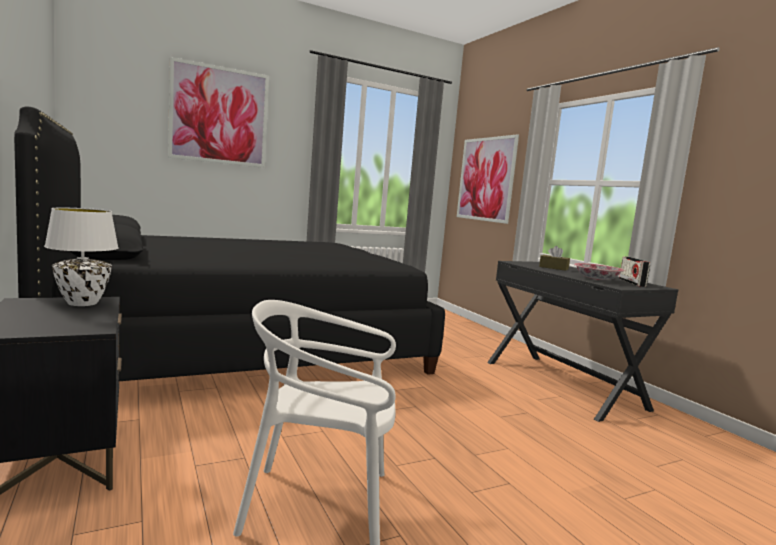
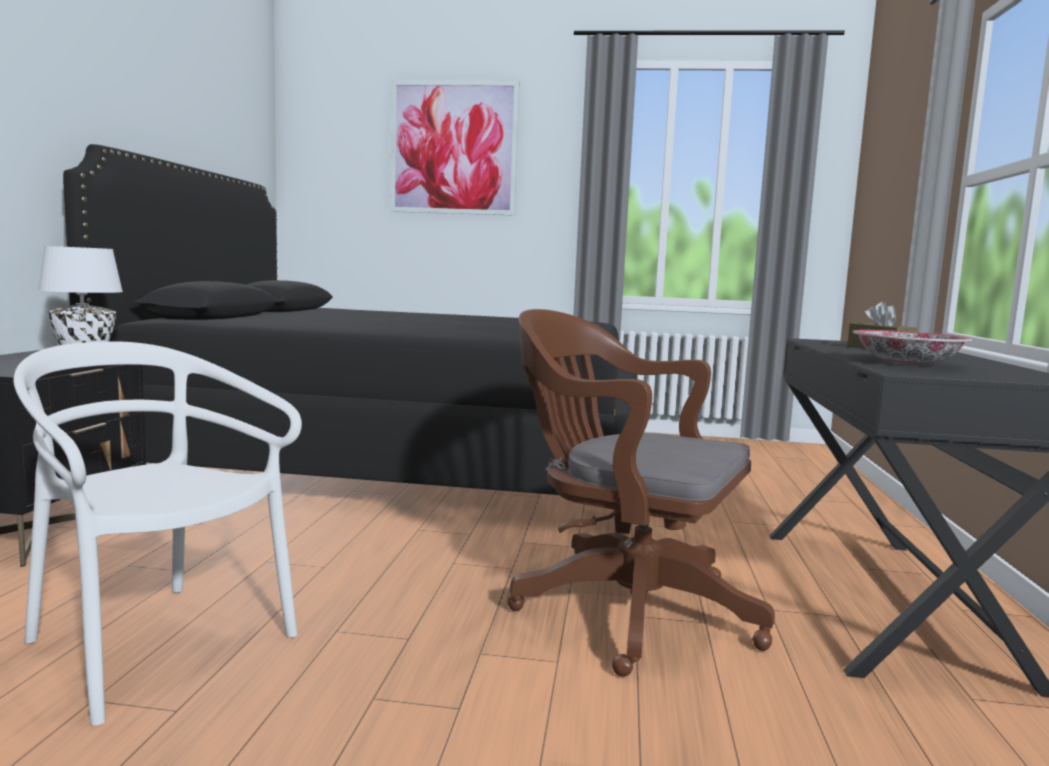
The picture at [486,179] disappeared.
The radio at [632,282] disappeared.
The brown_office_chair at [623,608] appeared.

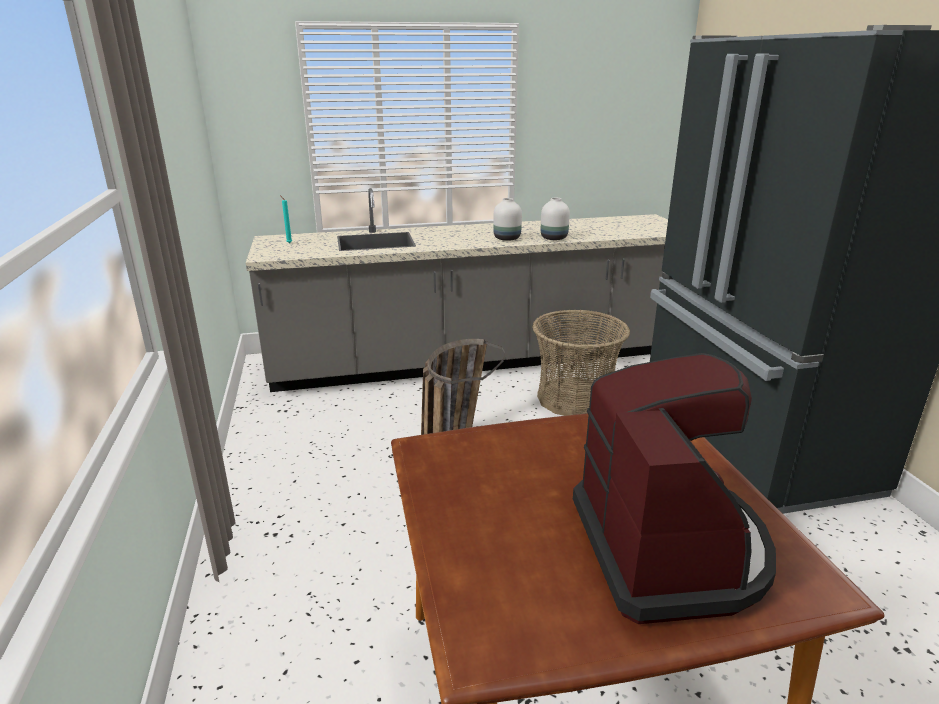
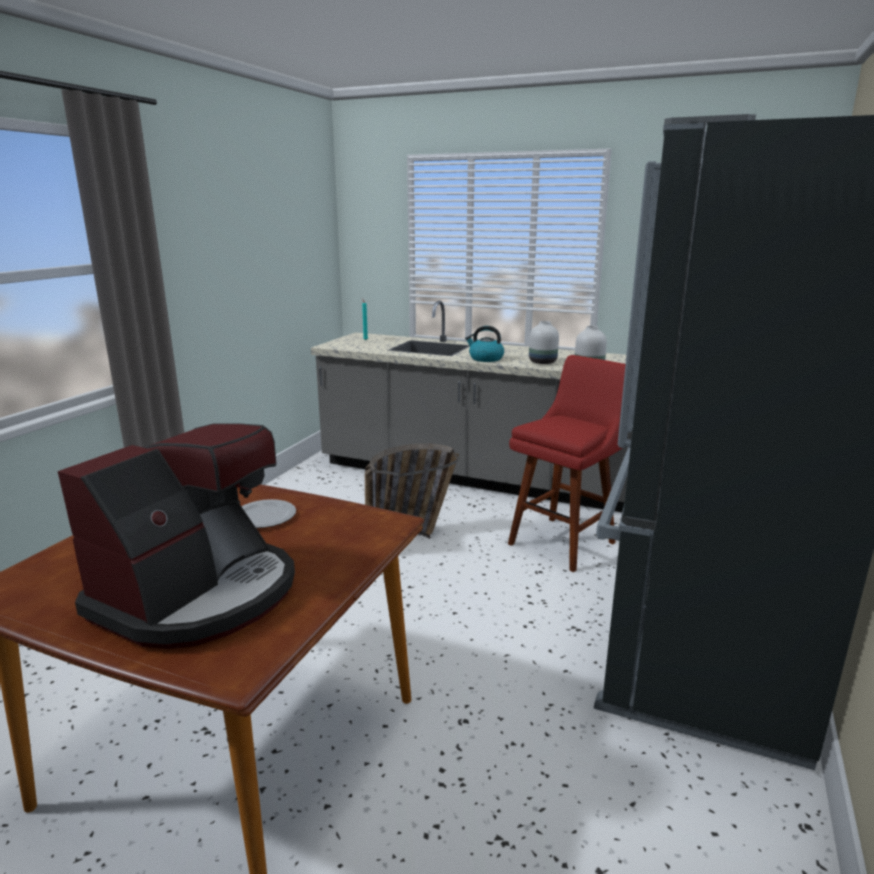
The plate at [265,517] appeared.
The kettle at [485,359] appeared.
The basket at [575,398] was replaced by the red_stool at [565,541].

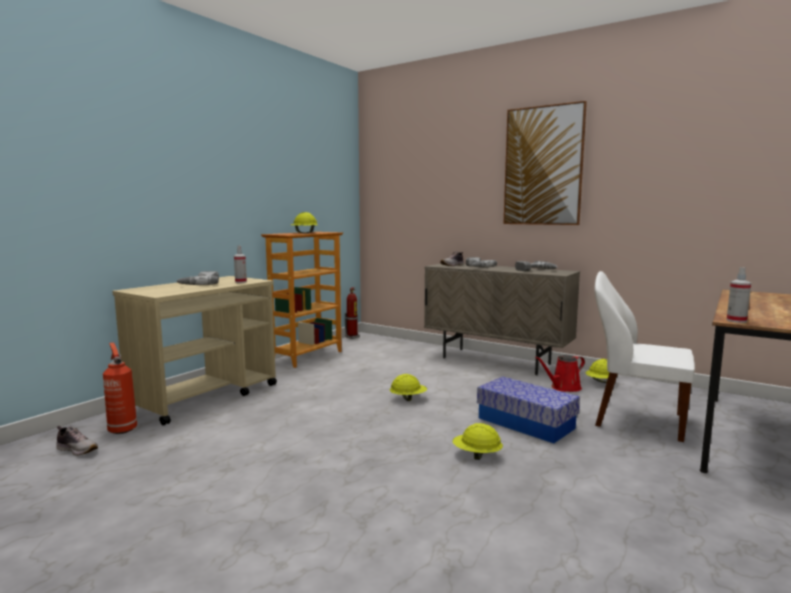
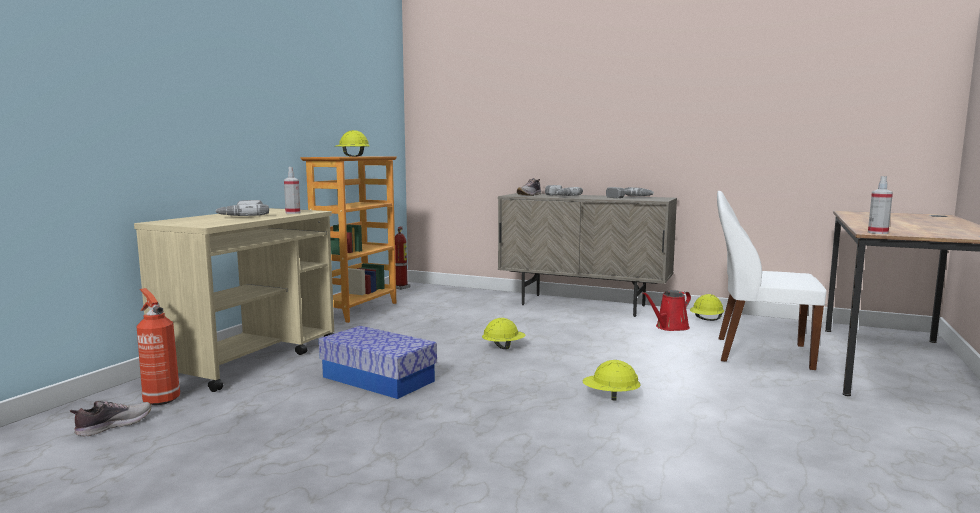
The picture at [543,166] disappeared.
The storage_box moved from [526,423] to [378,379].
The shoe at [77,450] turned 60 degrees counterclockwise.

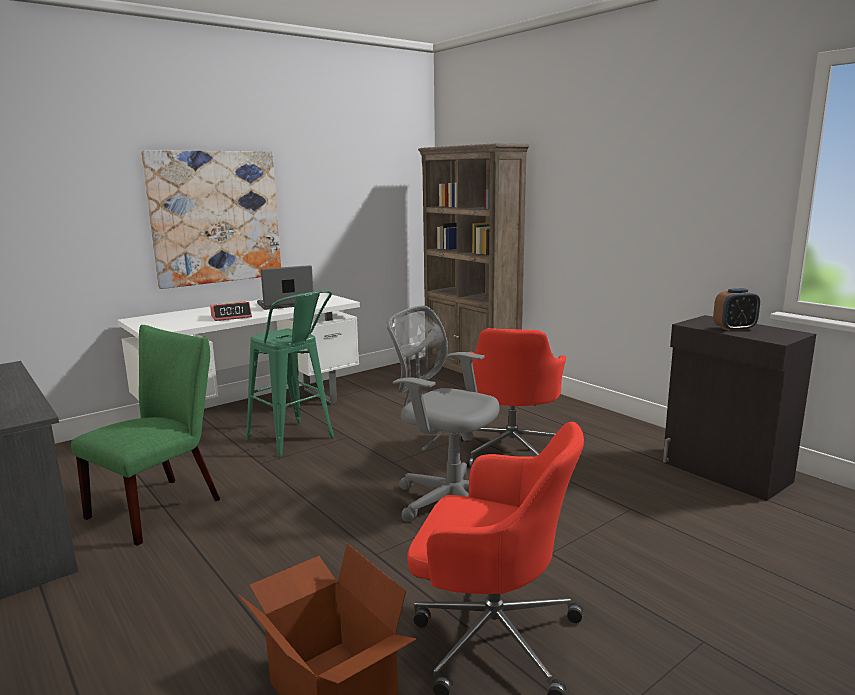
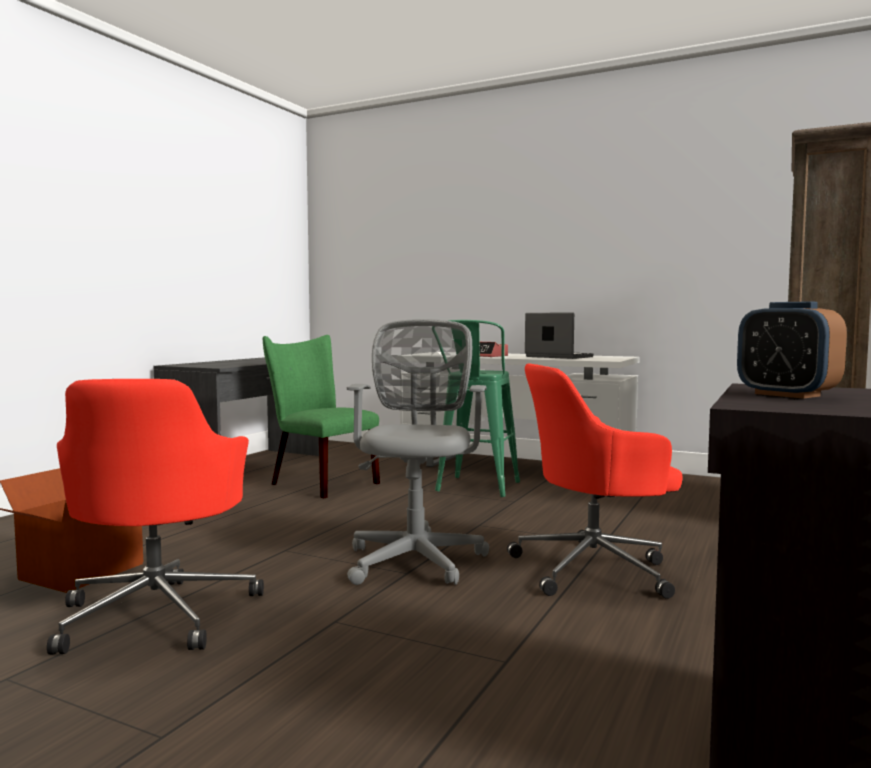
The picture at [216,217] disappeared.
The green_chair at [162,505] turned 150 degrees counterclockwise.

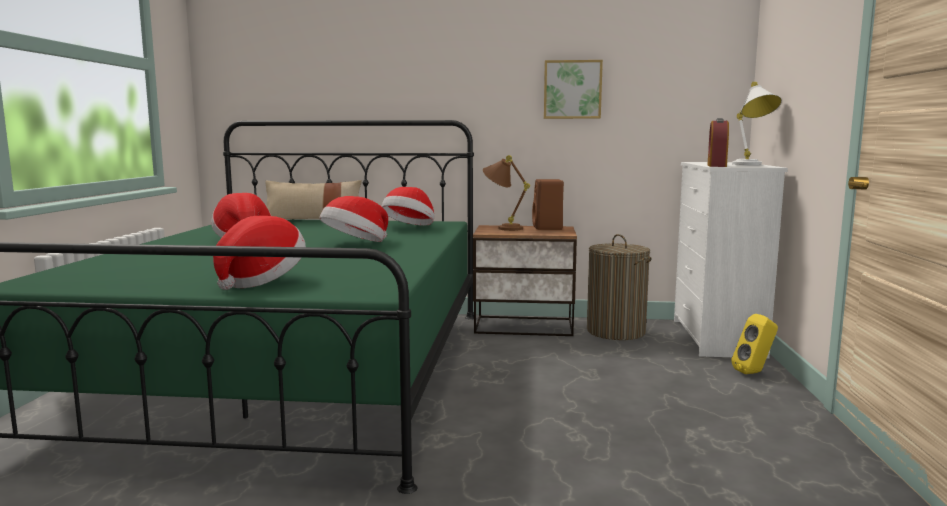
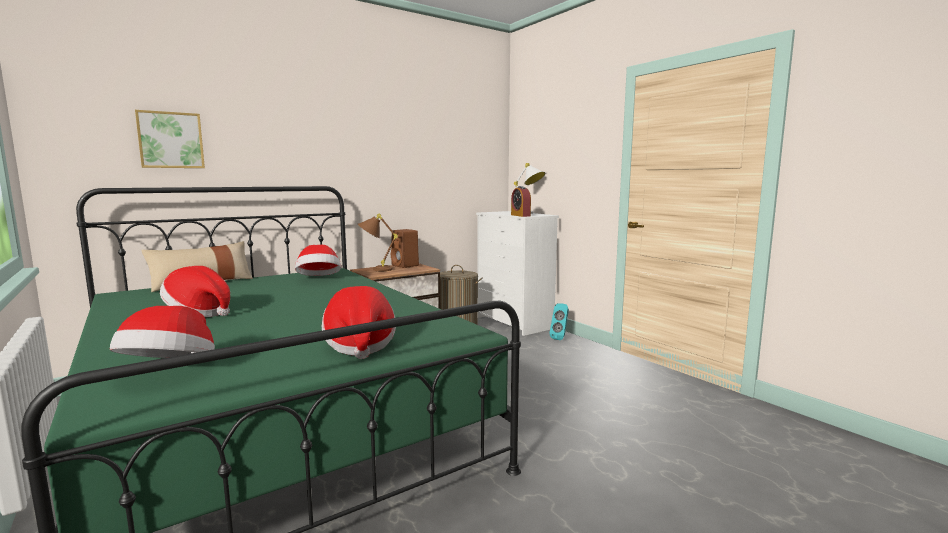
The hat moved from [355,244] to [171,371].
The picture moved from [572,89] to [170,140].
The yellow_speaker at [754,372] became the turquoise_speaker at [560,338].

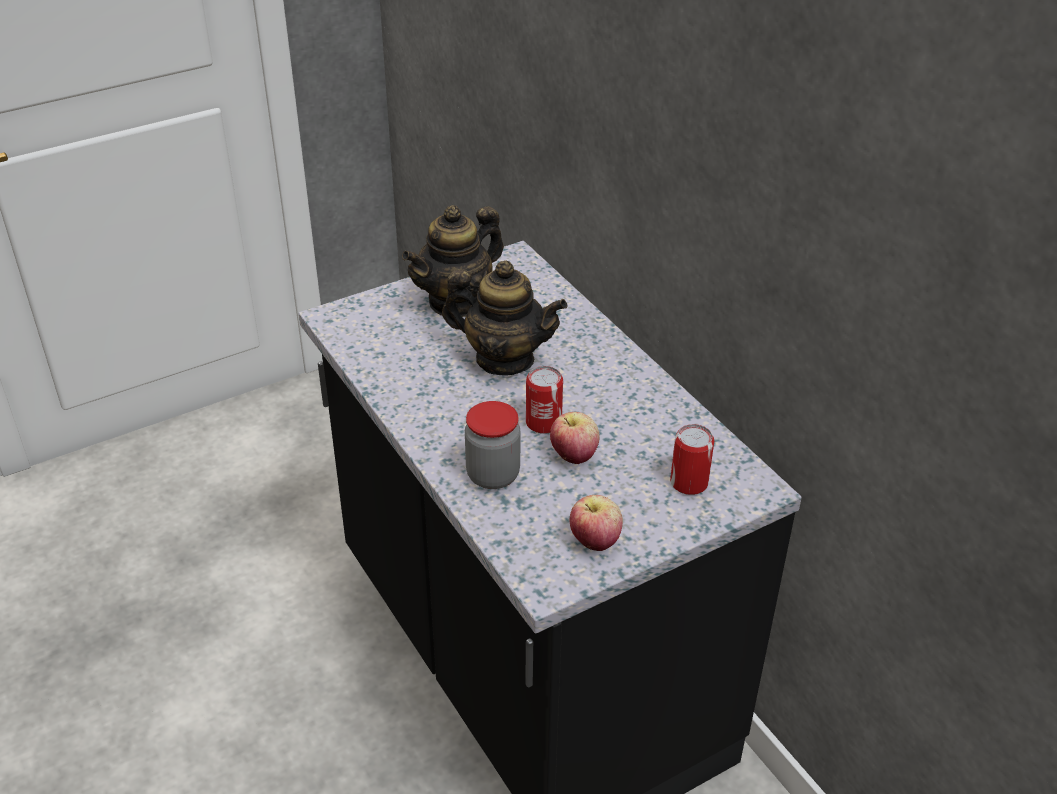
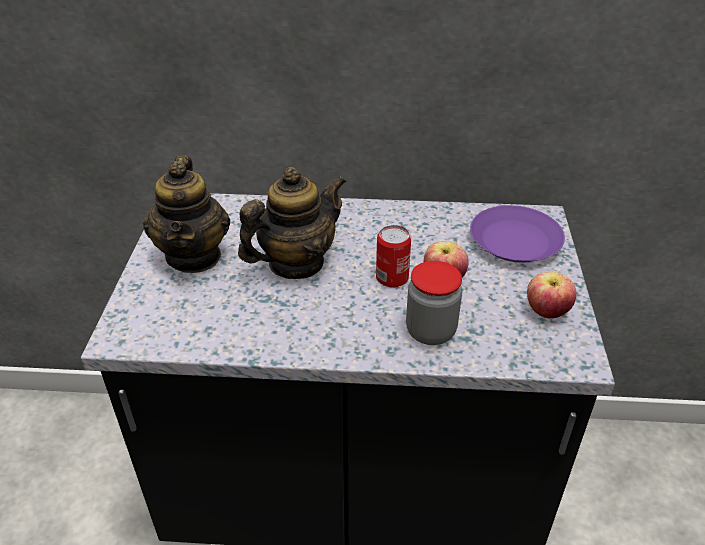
The can at [689,483] was replaced by the purple_plate at [516,242].

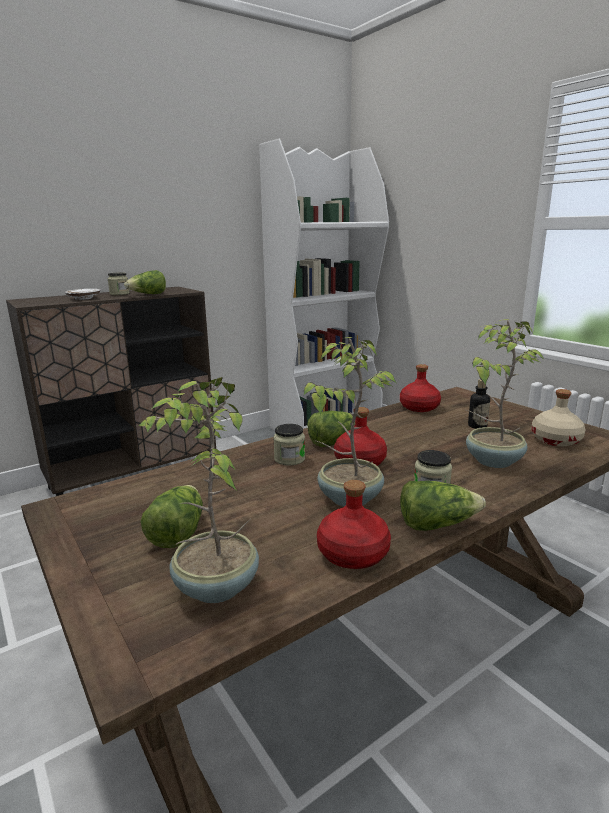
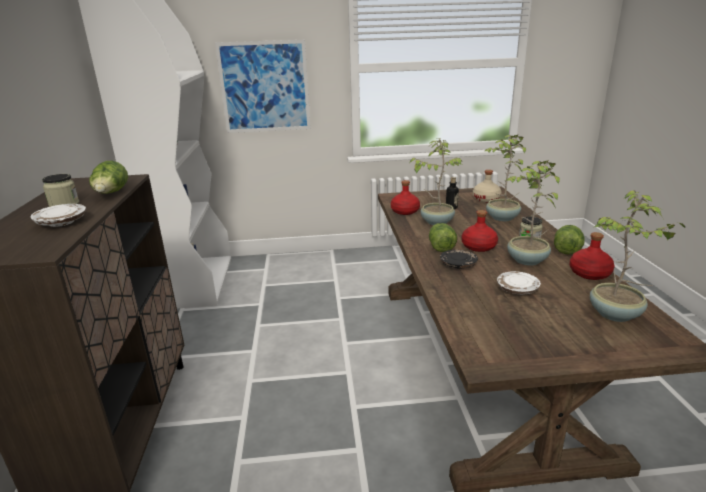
The lettuce at [177,532] disappeared.
The picture at [265,87] appeared.
The potted_plant at [436,222] appeared.
The white_plate at [517,289] appeared.
The jar at [289,459] was replaced by the black_plate at [458,264].

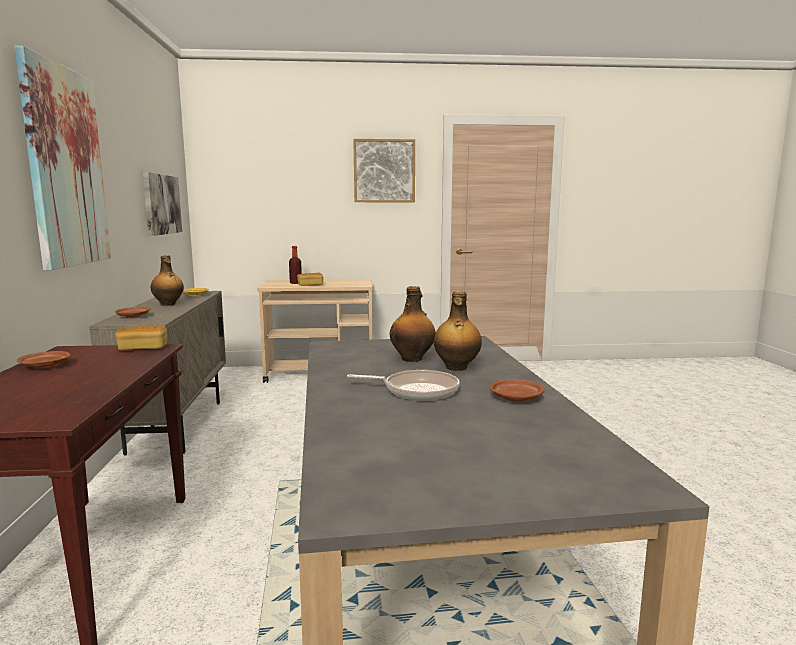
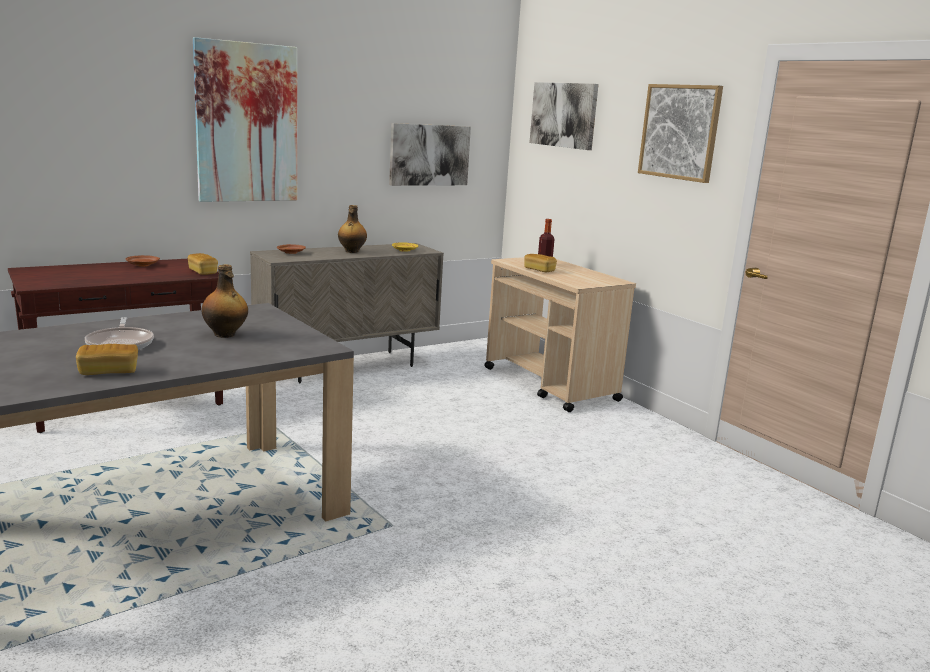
The bottle at [456,368] disappeared.
The picture at [564,115] appeared.
The brown_plate at [516,398] was replaced by the bread at [108,372].

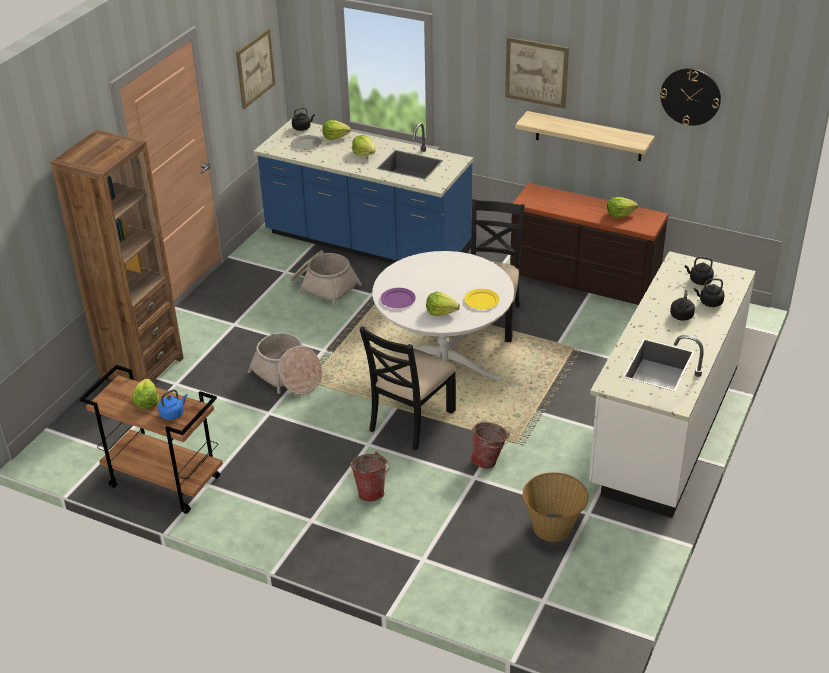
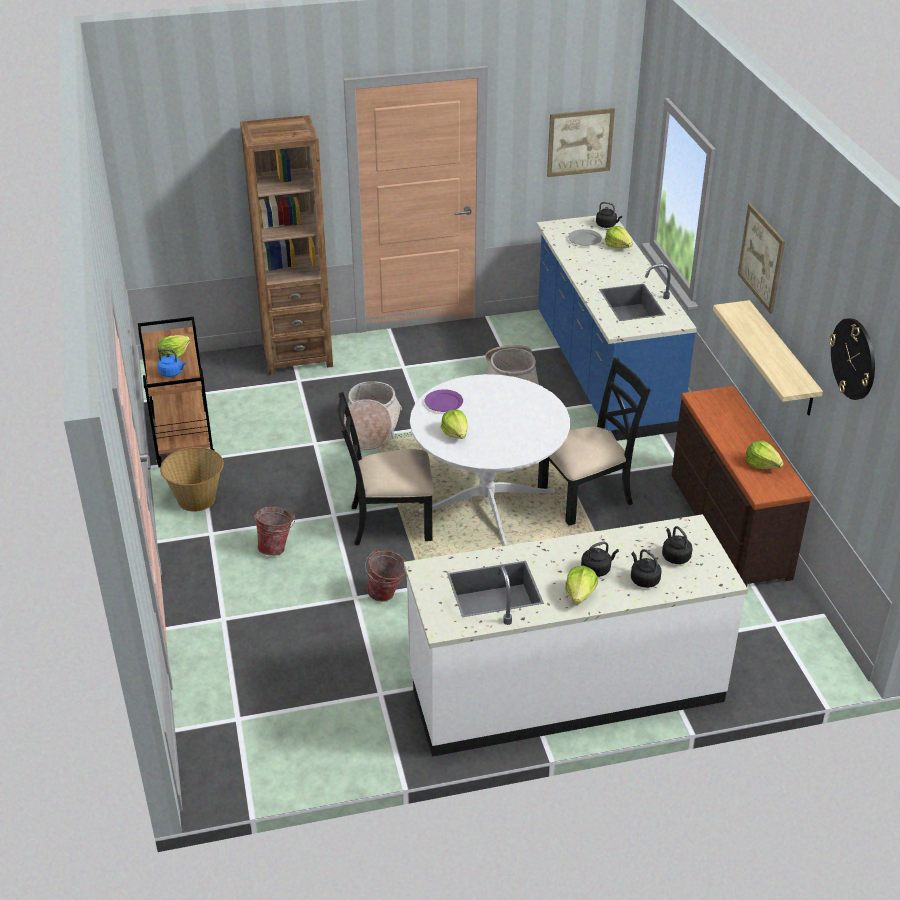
The yellow_plate at [481,301] disappeared.
The lettuce moved from [364,153] to [580,594].
The basket moved from [553,527] to [197,500].

